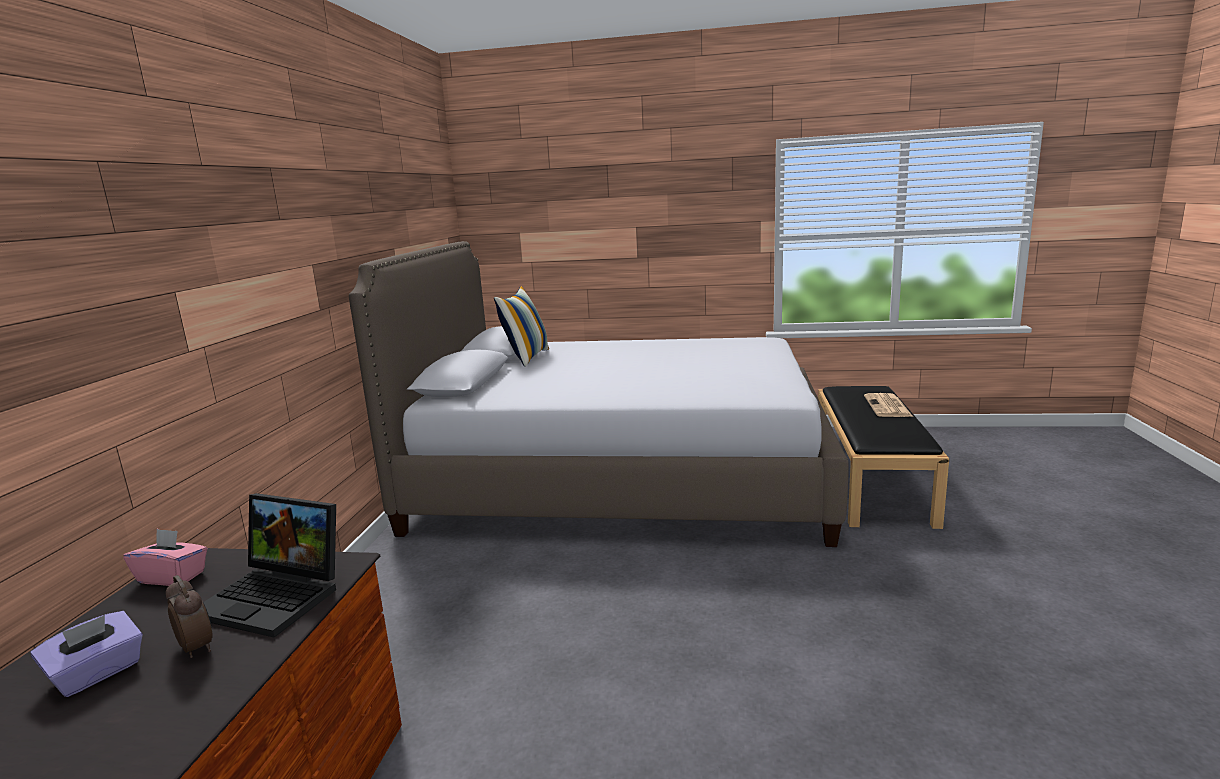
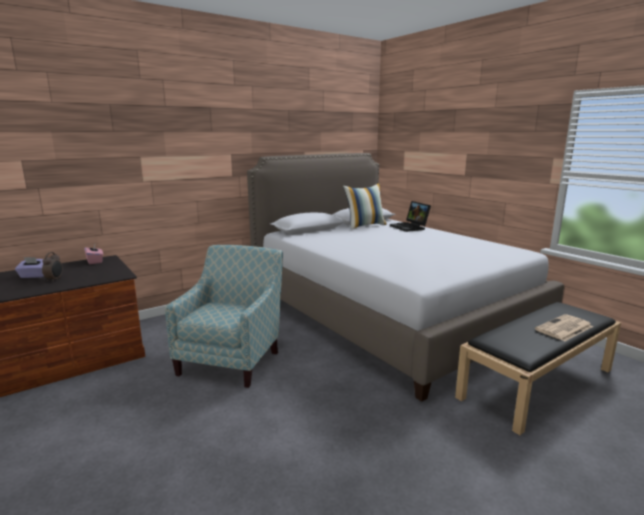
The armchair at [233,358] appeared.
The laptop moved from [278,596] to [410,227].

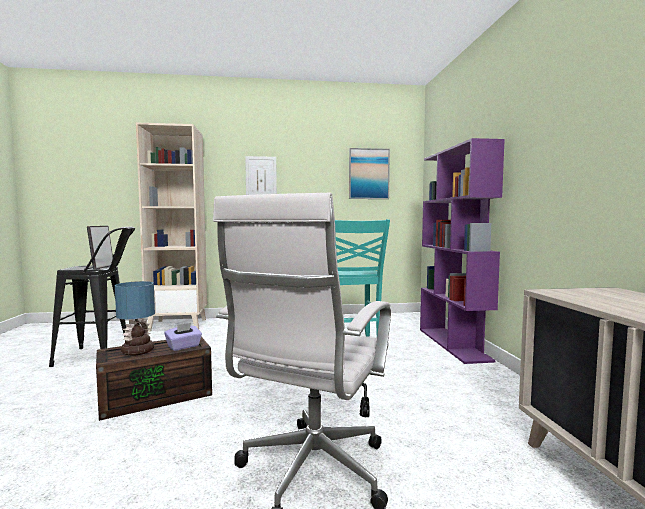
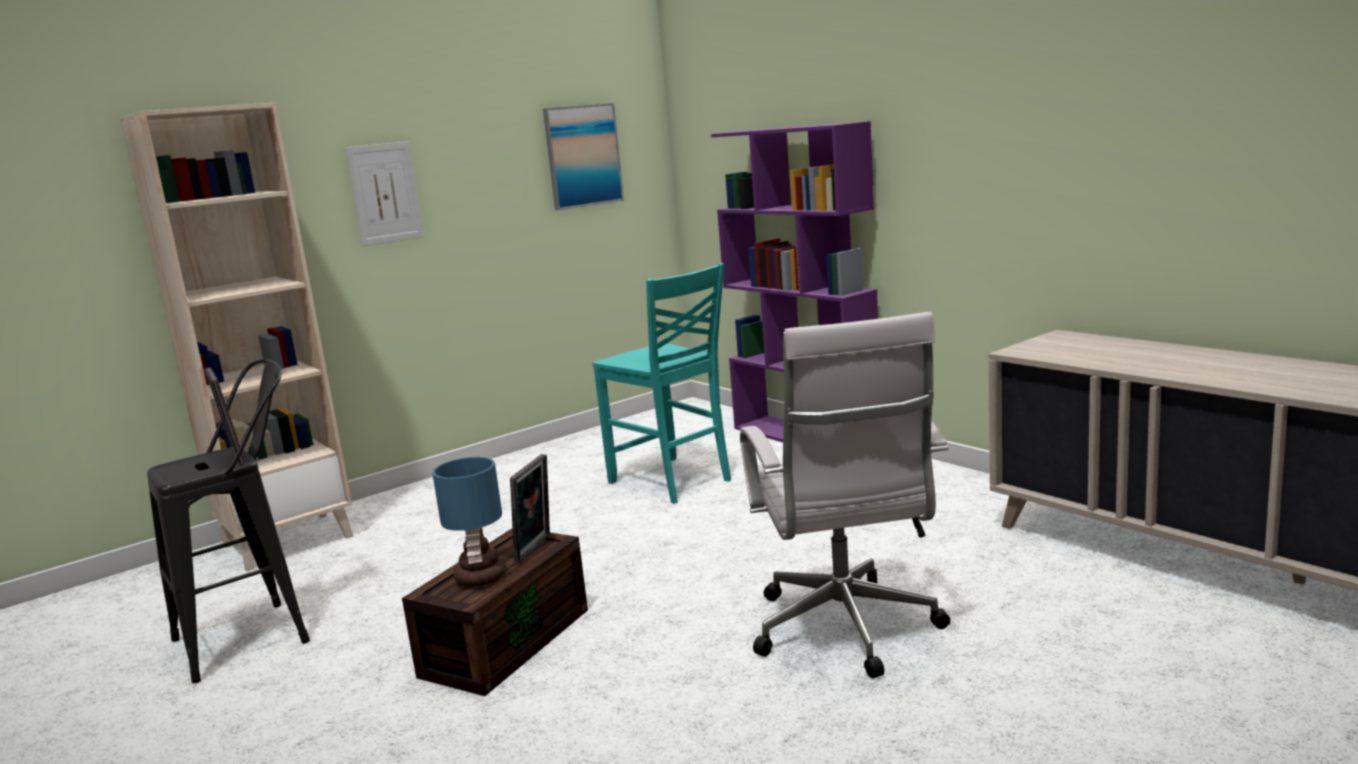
The purple_tissue_box at [184,347] was replaced by the picture_frame at [536,549].

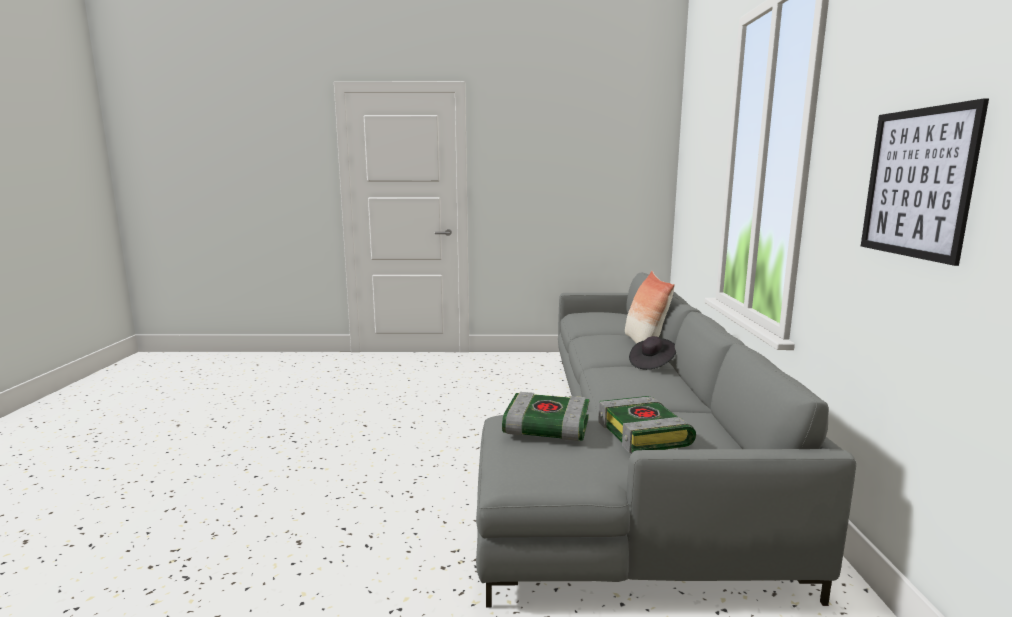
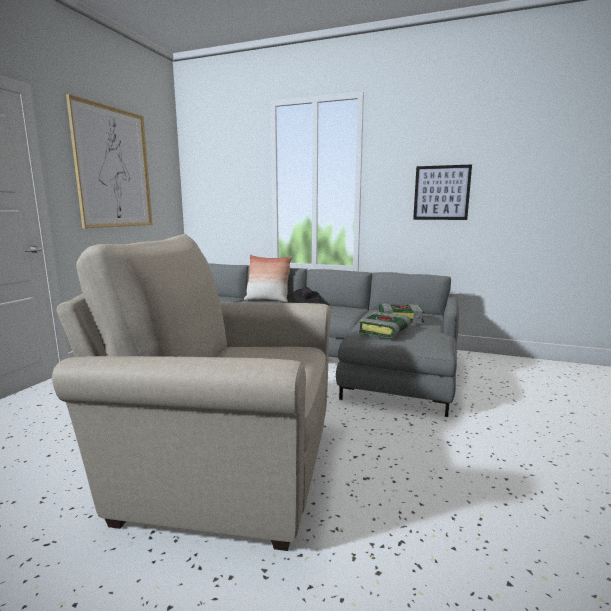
The beige_armchair at [223,467] appeared.
The picture at [113,168] appeared.

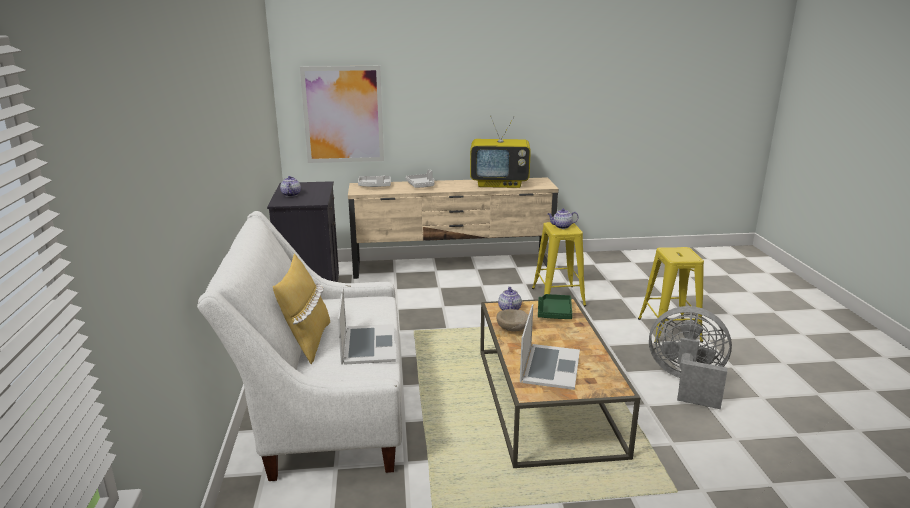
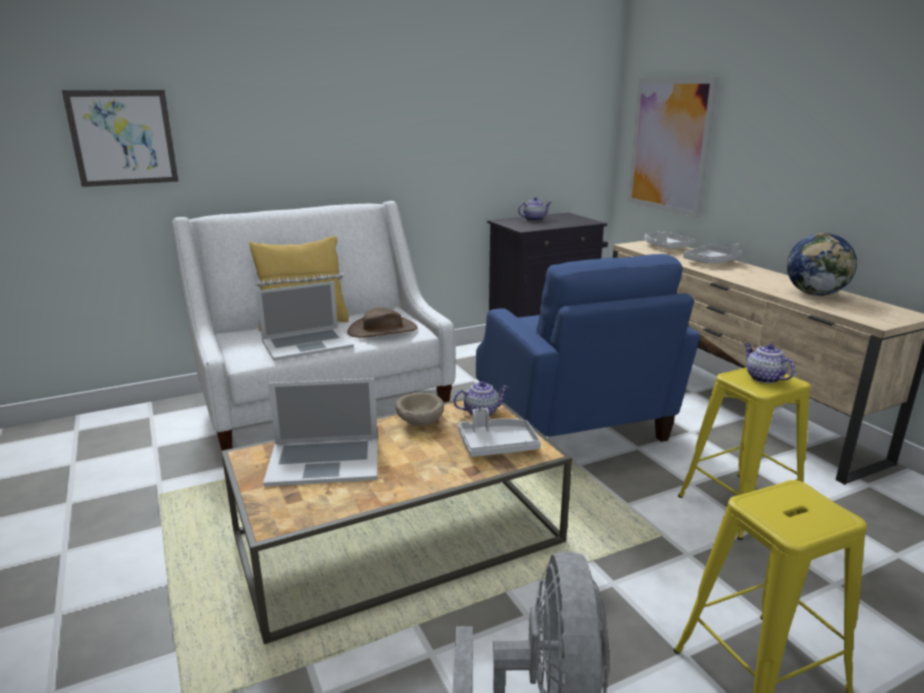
The picture at [123,138] appeared.
The brown_hat at [382,330] appeared.
The blue_armchair at [573,425] appeared.
The television at [500,184] was replaced by the globe at [815,294].
The green_tray at [554,312] became the grey_tray at [497,446].

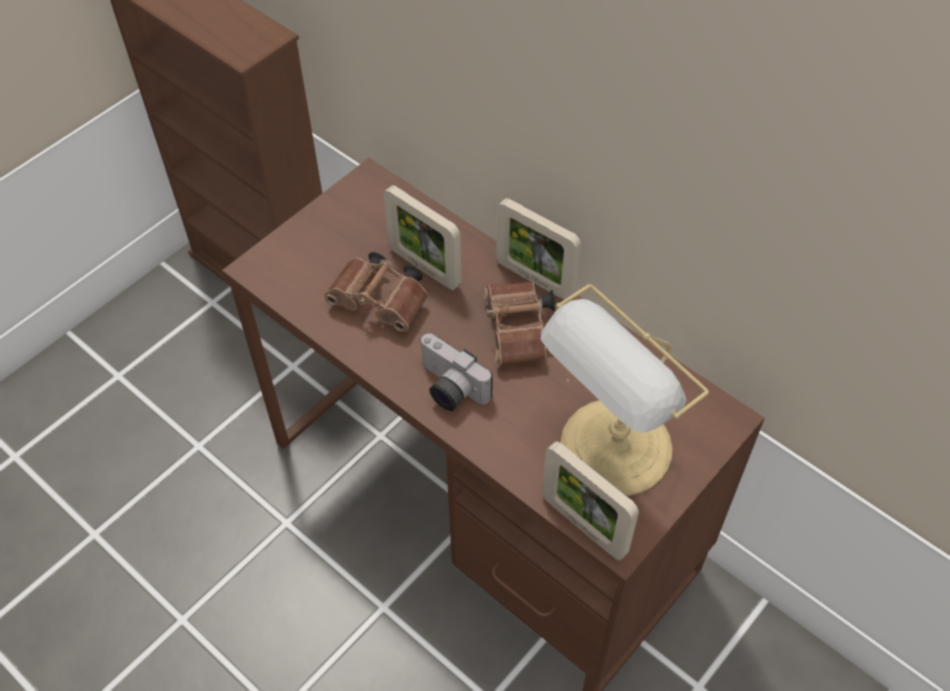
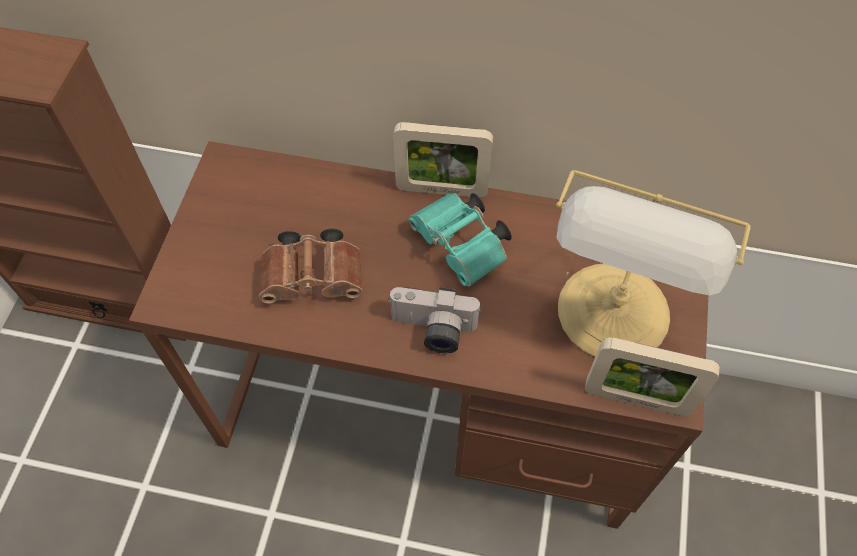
The picture_frame at [424,267] disappeared.
The brown_binoculars at [520,334] became the turquoise_binoculars at [462,247].

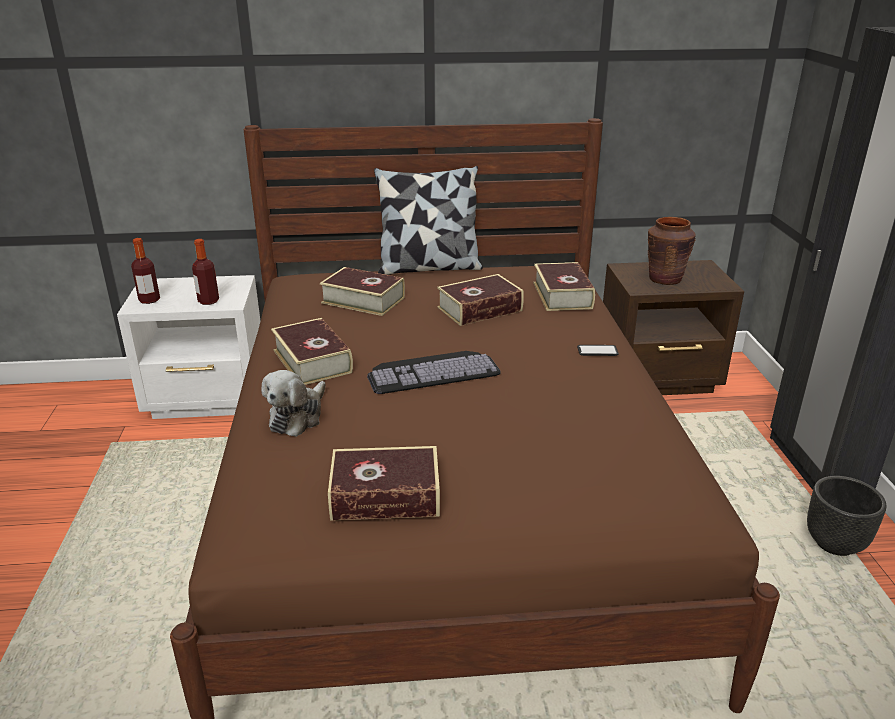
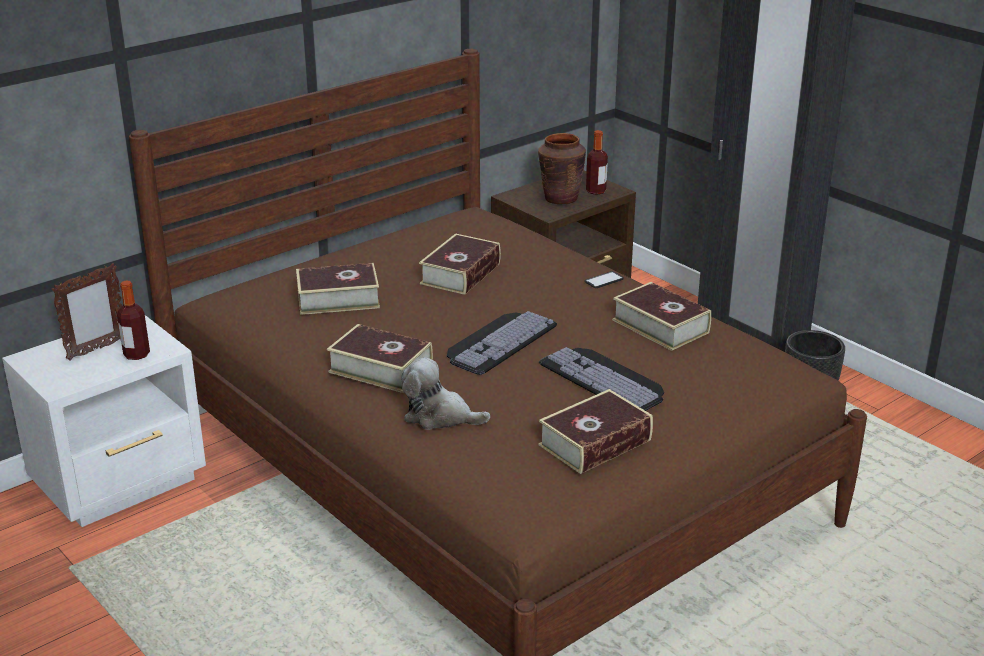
The pillow at [429,267] disappeared.
The picture_frame at [96,349] appeared.
The keyboard at [606,379] appeared.
The bottle moved from [149,300] to [596,191].
The book moved from [562,295] to [660,326].
The plush_toy at [298,416] turned 120 degrees clockwise.

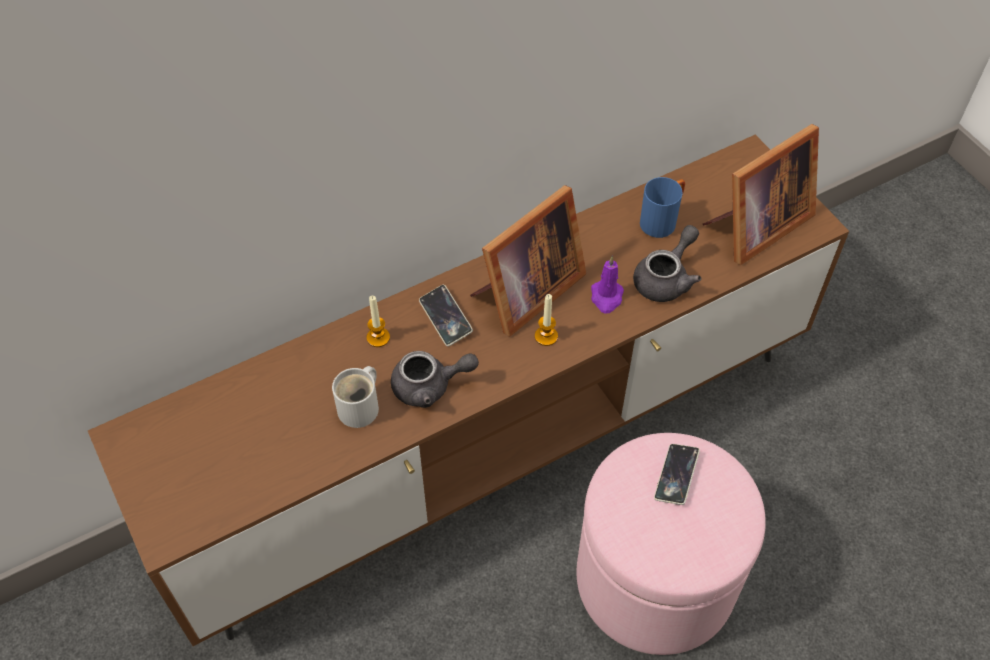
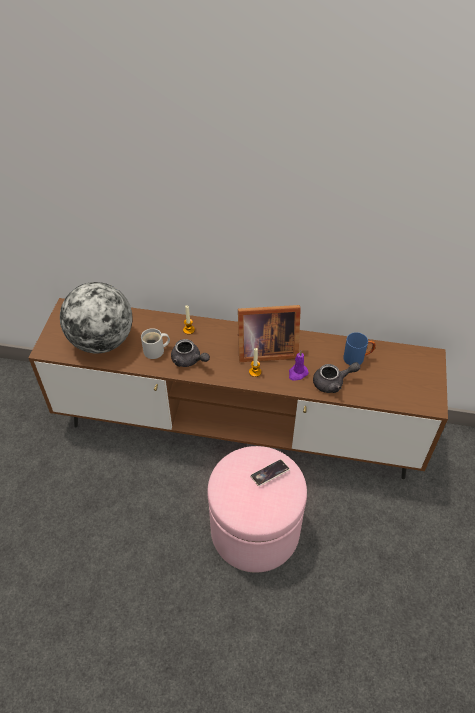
The phone at [445,318] disappeared.
The picture_frame at [755,227] disappeared.
The globe at [102,341] appeared.

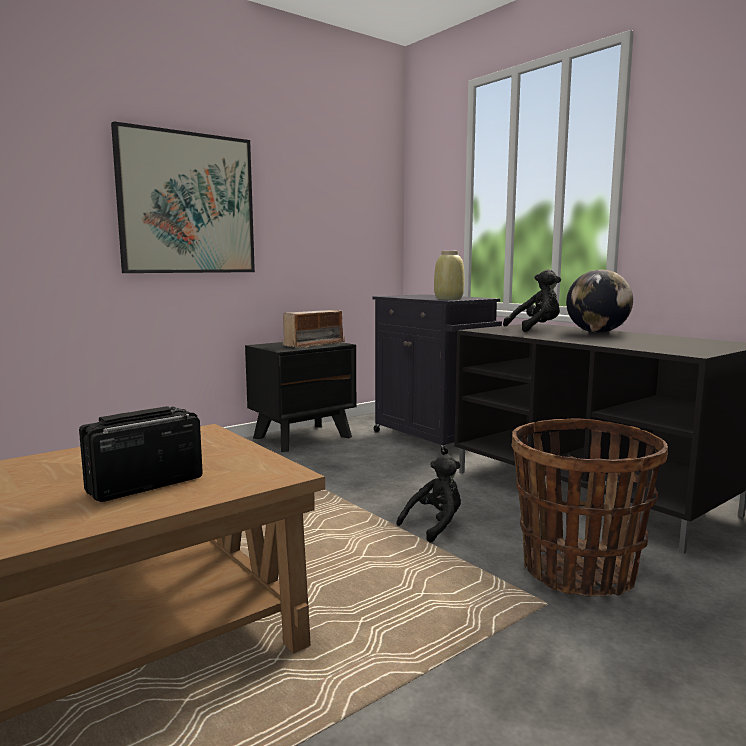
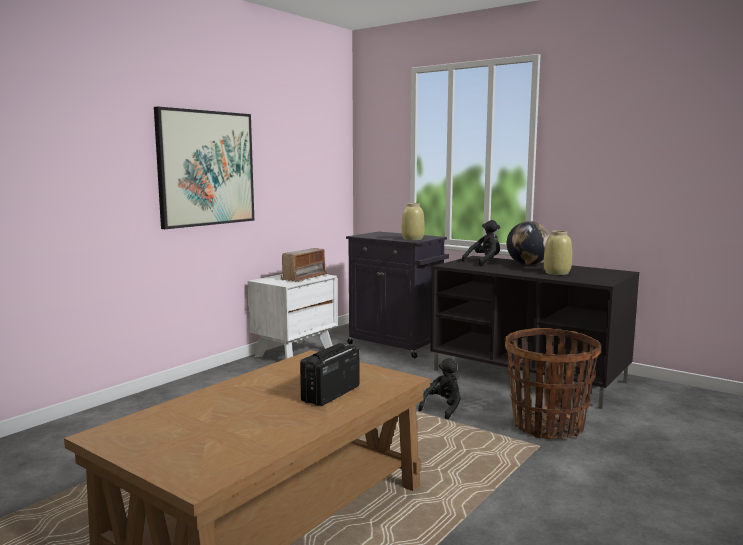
The beige_vase at [556,273] appeared.
The black_nightstand at [303,437] became the white_nightstand at [295,353].

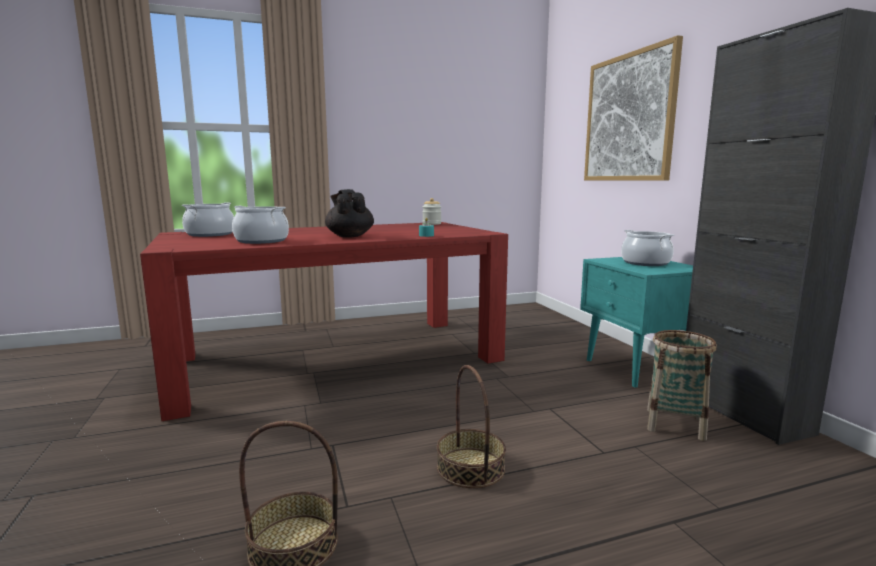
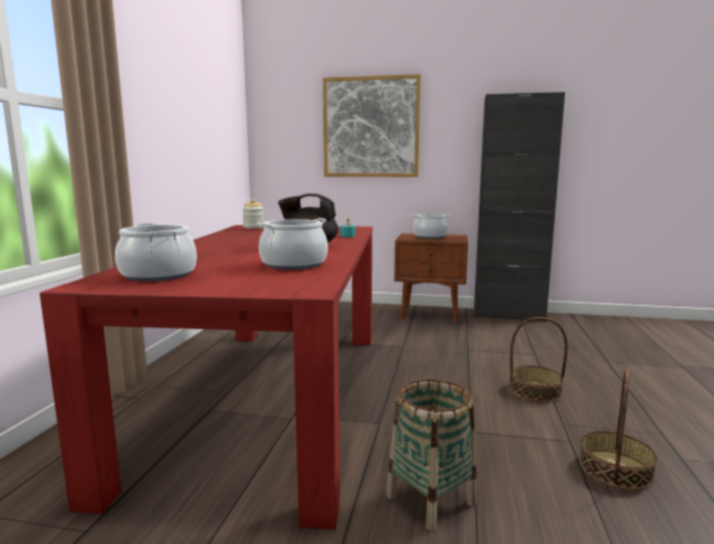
The basket moved from [675,424] to [431,499].
The turquoise_nightstand at [637,369] became the brown_nightstand at [431,314].

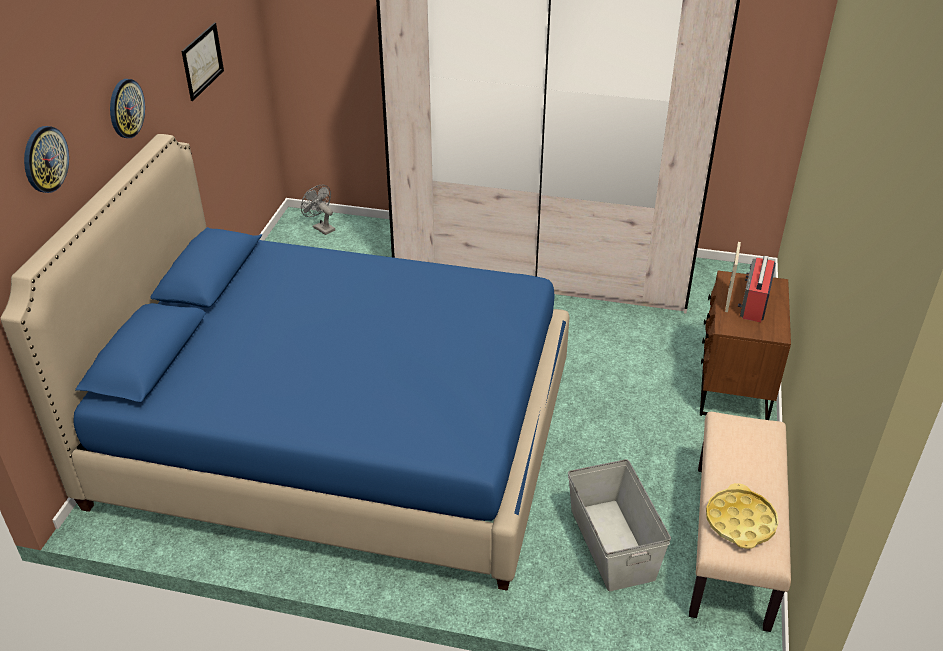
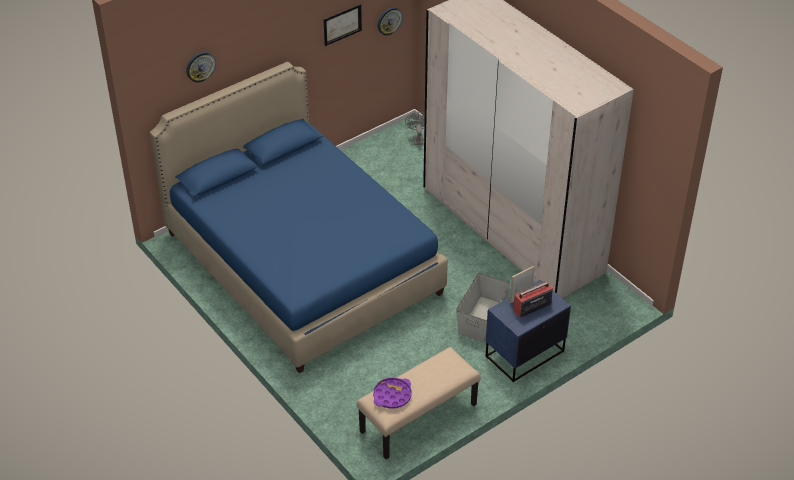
The wall_clock moved from [126,108] to [389,20].
The grey_storage_box moved from [611,544] to [481,319].
The brown_nightstand at [733,386] became the blue_nightstand at [523,354].
The yellow_tray at [740,521] became the purple_tray at [392,395].

